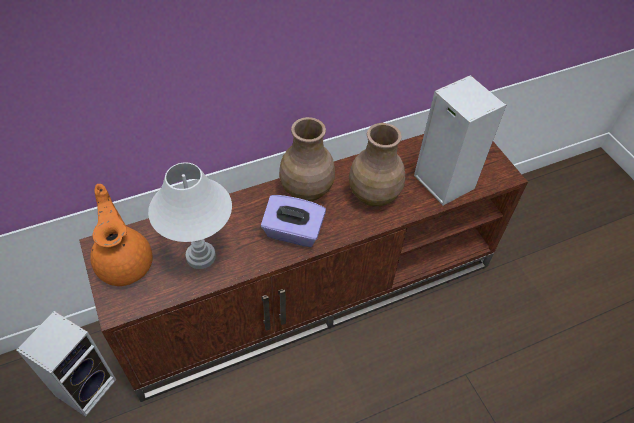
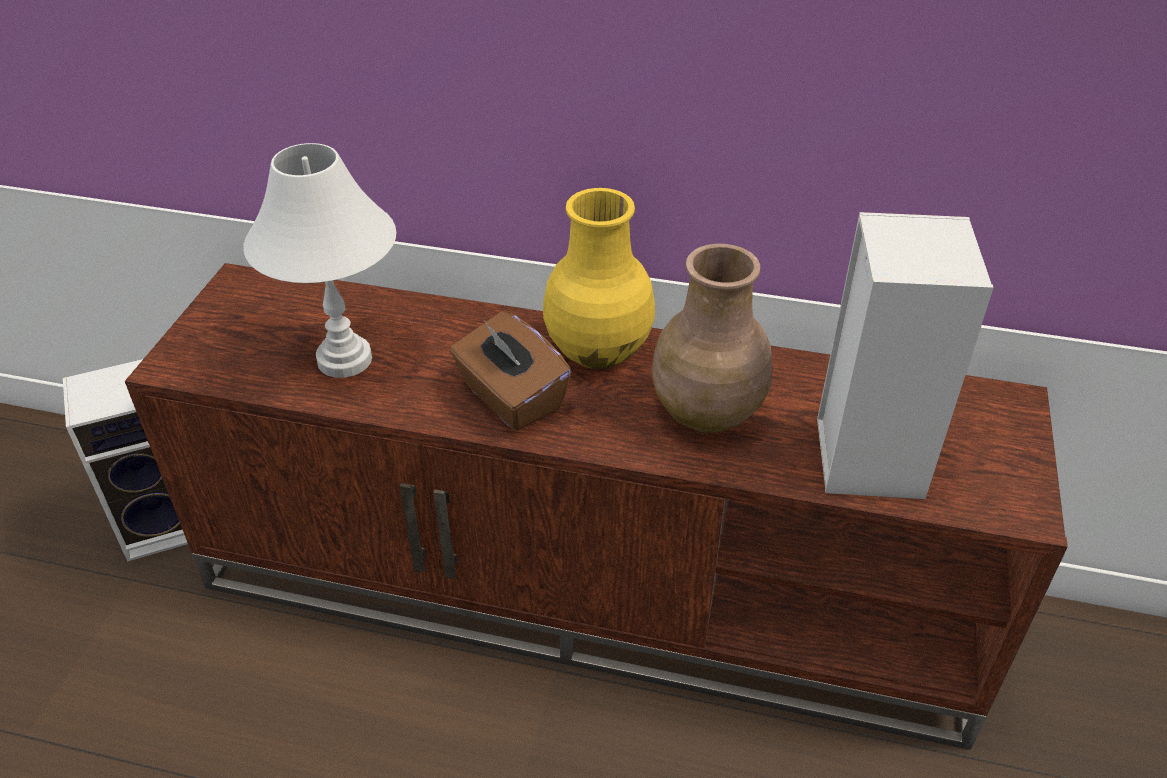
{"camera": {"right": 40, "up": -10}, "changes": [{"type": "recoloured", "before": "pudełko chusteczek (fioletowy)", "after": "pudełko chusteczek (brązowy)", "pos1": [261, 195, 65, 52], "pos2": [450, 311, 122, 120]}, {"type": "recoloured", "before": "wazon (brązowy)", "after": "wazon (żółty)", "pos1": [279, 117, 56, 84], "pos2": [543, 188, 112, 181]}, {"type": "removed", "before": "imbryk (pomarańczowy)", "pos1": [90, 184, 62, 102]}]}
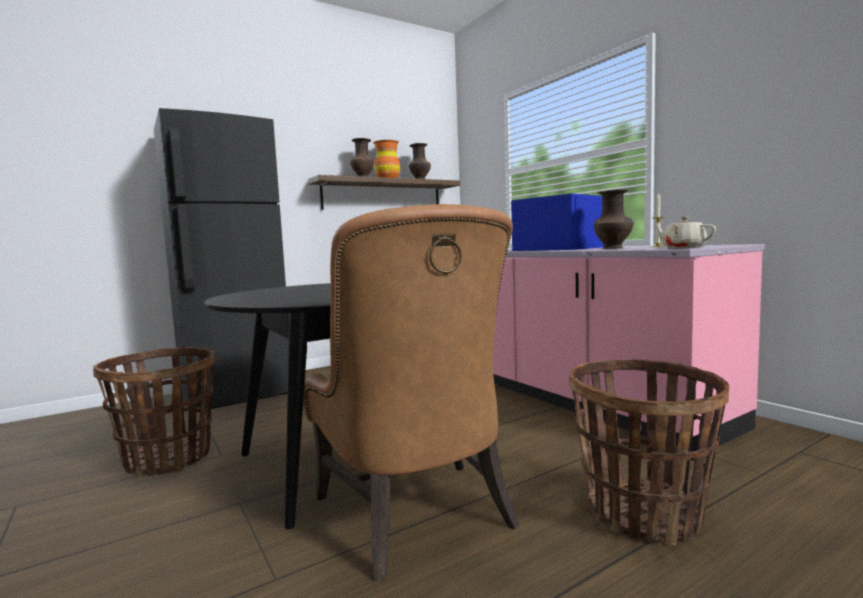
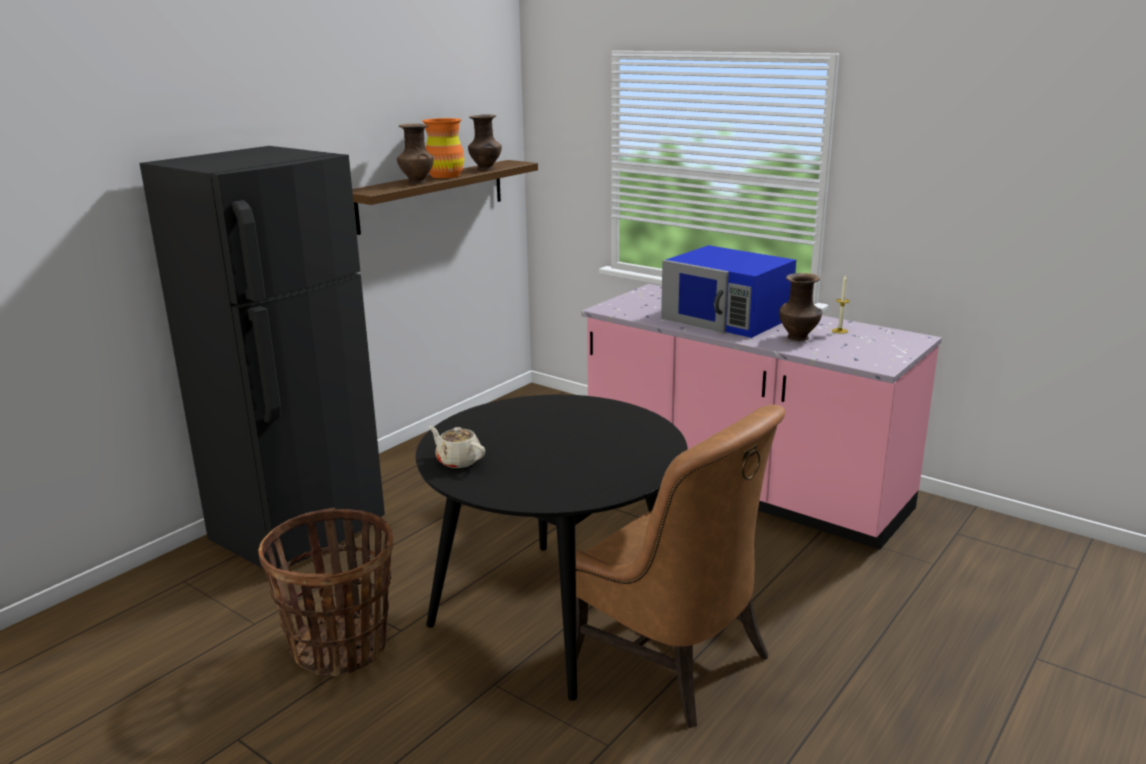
{"camera": {"right": -20, "up": 15}, "changes": [{"type": "moved", "before": "imbryk (beżowy)", "pos1": [653, 216, 63, 32], "pos2": [429, 426, 56, 42]}, {"type": "turned", "before": "mikrofalówka (niebieski)", "pos1": [511, 193, 93, 58], "pos2": [661, 245, 135, 93], "turn": -75}, {"type": "removed", "before": "koszyk", "pos1": [569, 359, 161, 186]}]}
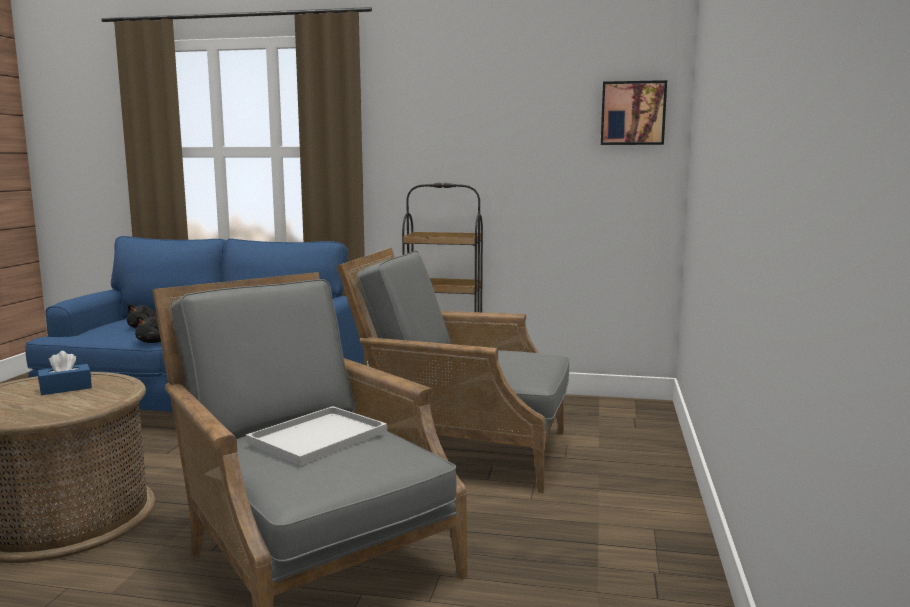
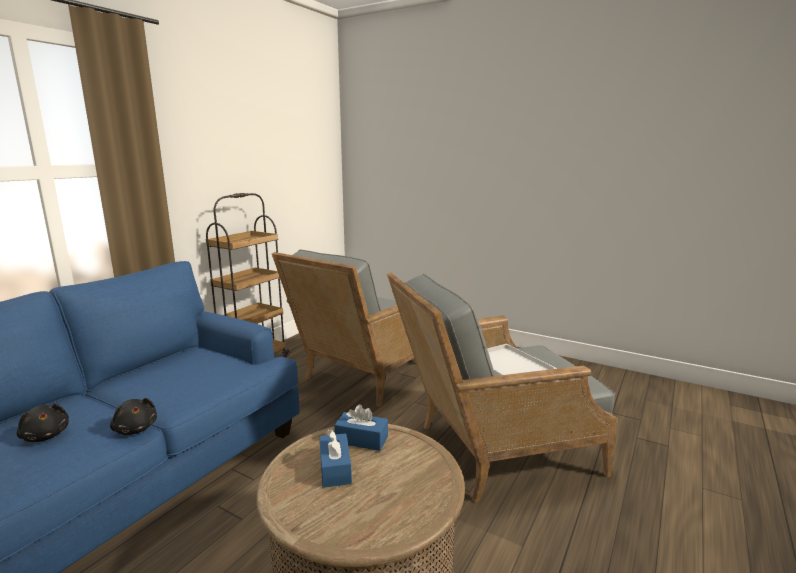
{"camera": {"right": -70, "up": 5}, "changes": [{"type": "added", "after": "pudełko chusteczek (niebieski)", "pos2": [334, 404, 54, 47]}, {"type": "removed", "before": "obraz", "pos1": [601, 80, 66, 65]}]}
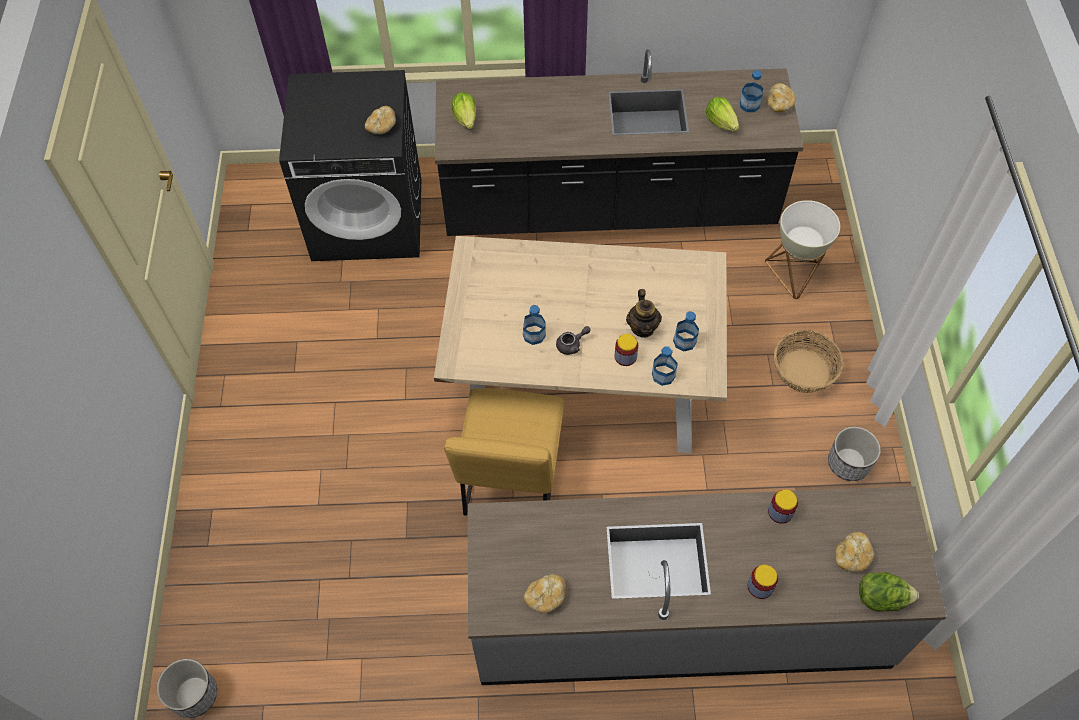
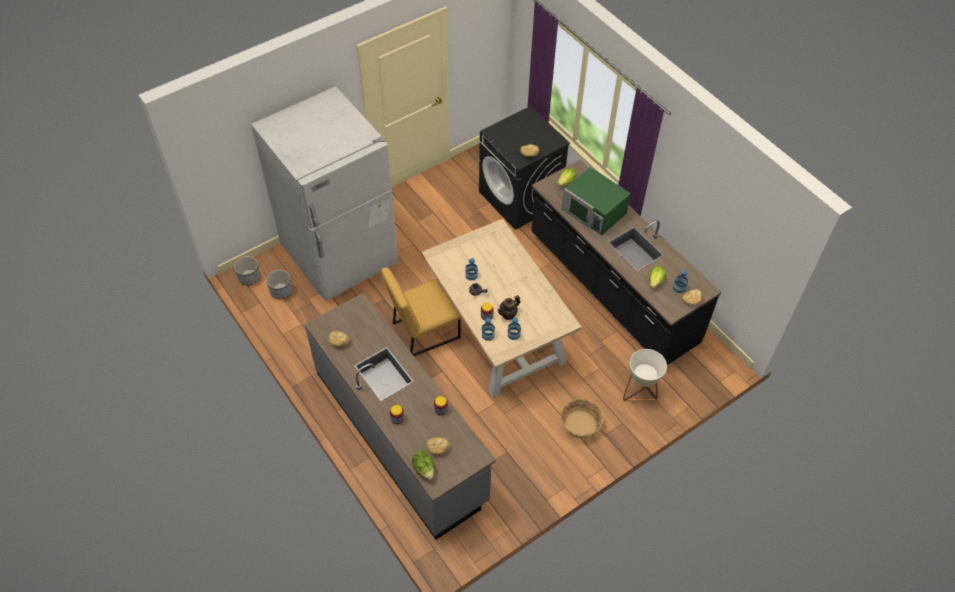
{"camera": {"right": 55, "up": -5}, "changes": [{"type": "added", "after": "lodówka (biały)", "pos2": [251, 86, 147, 215]}, {"type": "moved", "before": "donica", "pos1": [828, 427, 53, 54], "pos2": [266, 270, 27, 29]}, {"type": "added", "after": "mikrofalówka (zielony)", "pos2": [561, 167, 70, 68]}]}
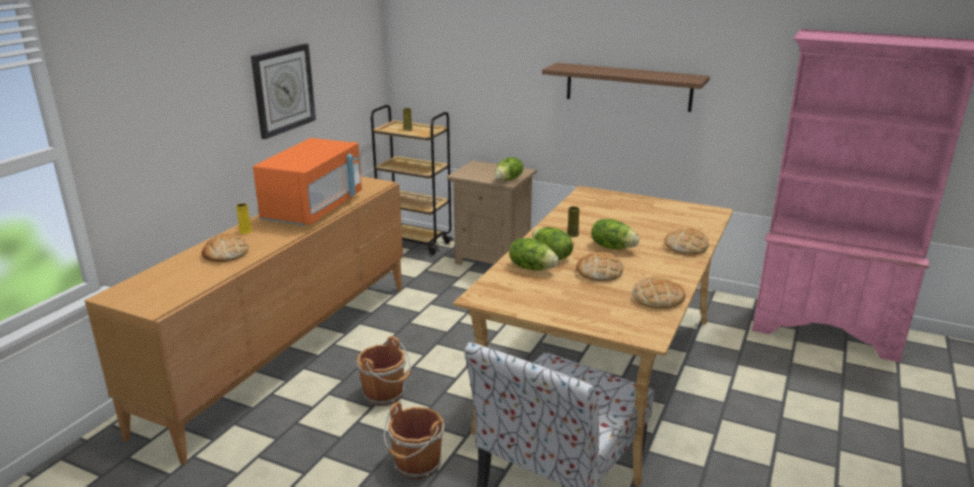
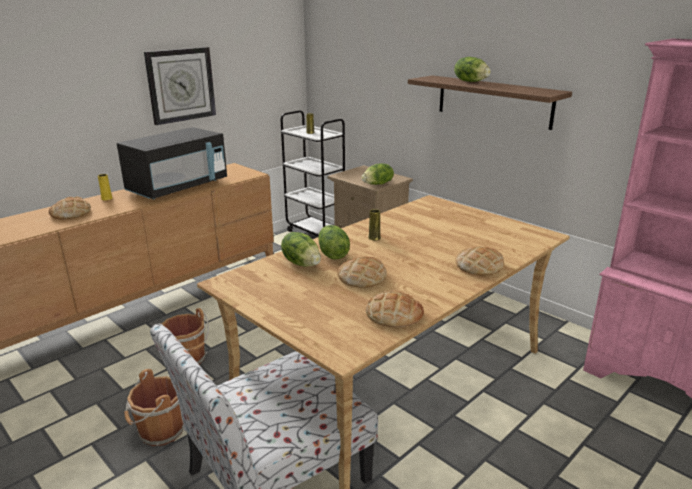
{"camera": {"right": 20, "up": 0}, "changes": [{"type": "recoloured", "before": "mikrofalówka (pomarańczowy)", "after": "mikrofalówka (czarny)", "pos1": [253, 138, 109, 88], "pos2": [117, 127, 110, 72]}, {"type": "recoloured", "before": "wózek (brązowy)", "after": "wózek (biały)", "pos1": [371, 105, 83, 150], "pos2": [281, 110, 64, 126]}, {"type": "moved", "before": "sałata", "pos1": [591, 219, 48, 31], "pos2": [454, 57, 37, 25]}]}
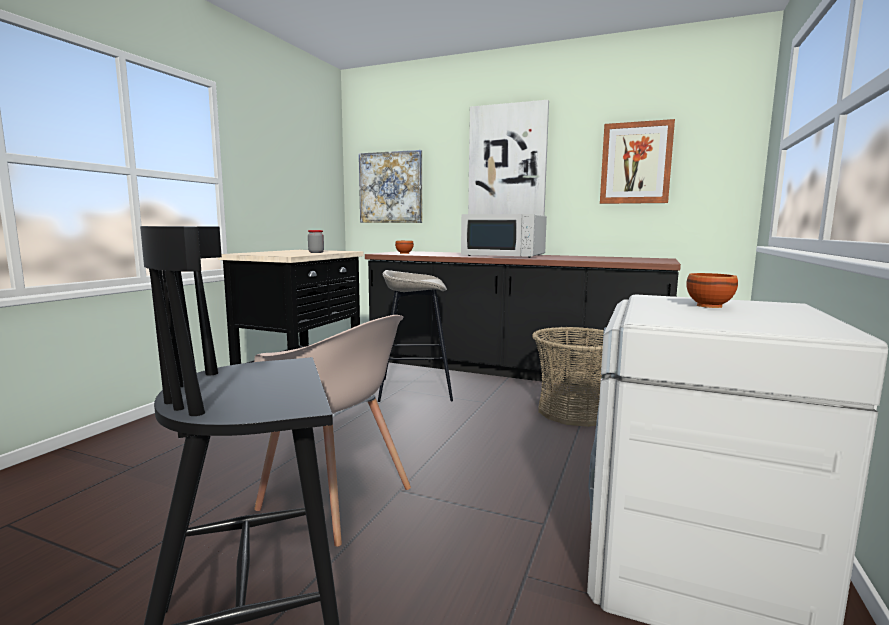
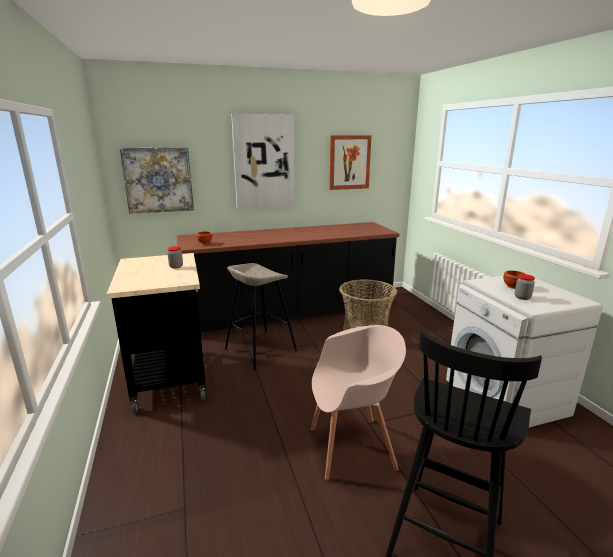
{"camera": {"right": -40, "up": 10}, "changes": [{"type": "added", "after": "słoik", "pos2": [515, 274, 20, 26]}, {"type": "removed", "before": "mikrofalówka (biały)", "pos1": [461, 214, 86, 44]}]}
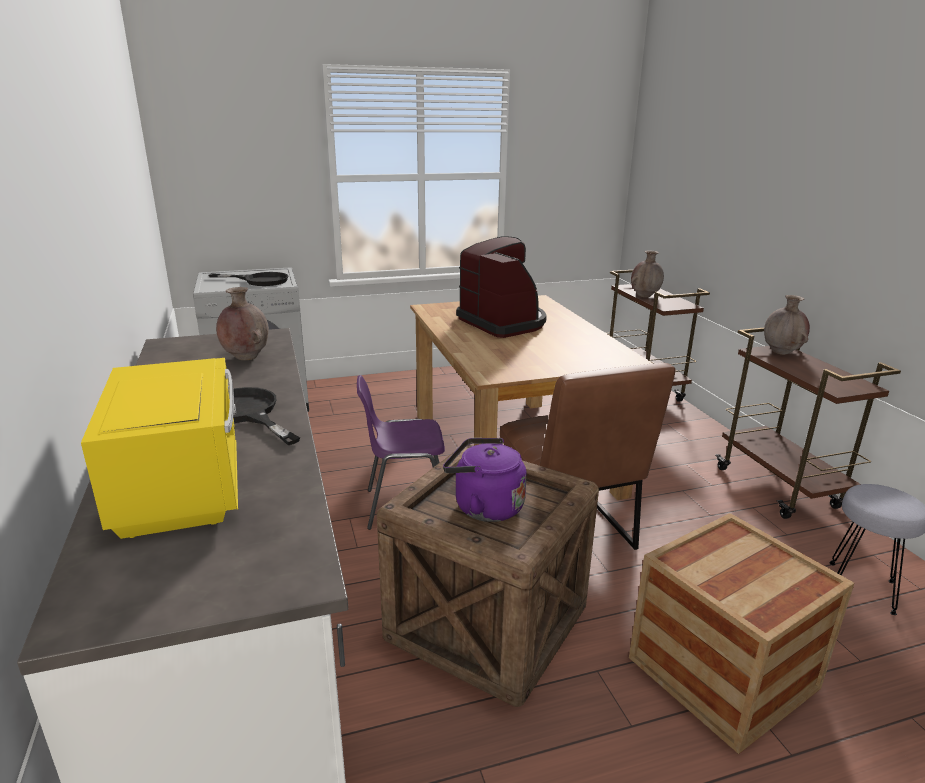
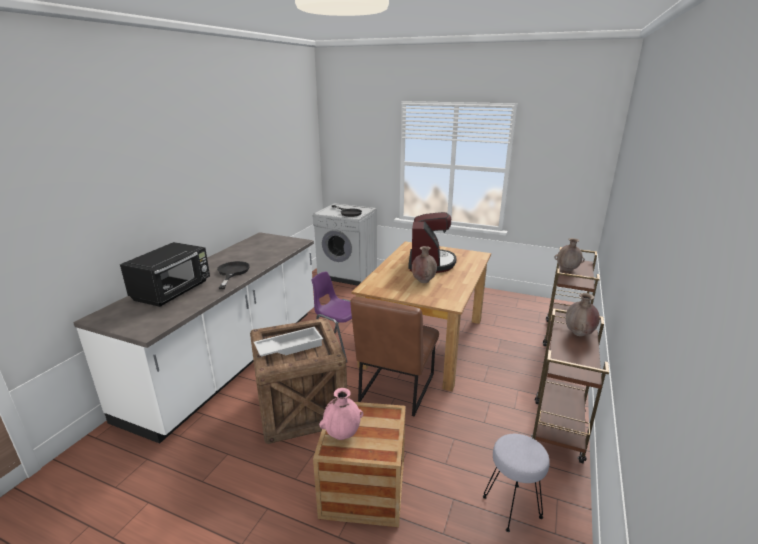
{"camera": {"right": 40, "up": 0}, "changes": [{"type": "recoloured", "before": "mikrofalówka (żółty)", "after": "mikrofalówka (czarny)", "pos1": [81, 358, 157, 181], "pos2": [120, 242, 90, 65]}, {"type": "replaced", "before": "czajnik (fioletowy)", "after": "taca (biały)", "pos1": [443, 438, 84, 84], "pos2": [254, 327, 69, 30]}, {"type": "added", "after": "wazon (różowy)", "pos2": [319, 388, 44, 52]}, {"type": "moved", "before": "wazon (brązowy)", "pos1": [216, 287, 53, 73], "pos2": [412, 246, 25, 37]}]}
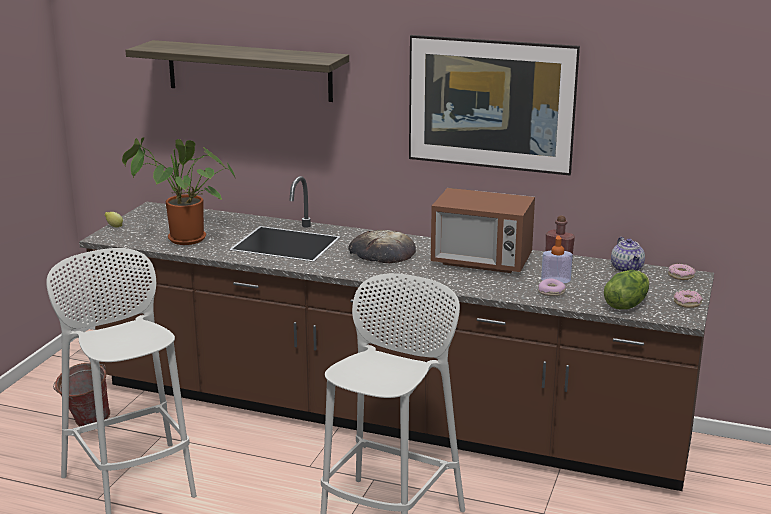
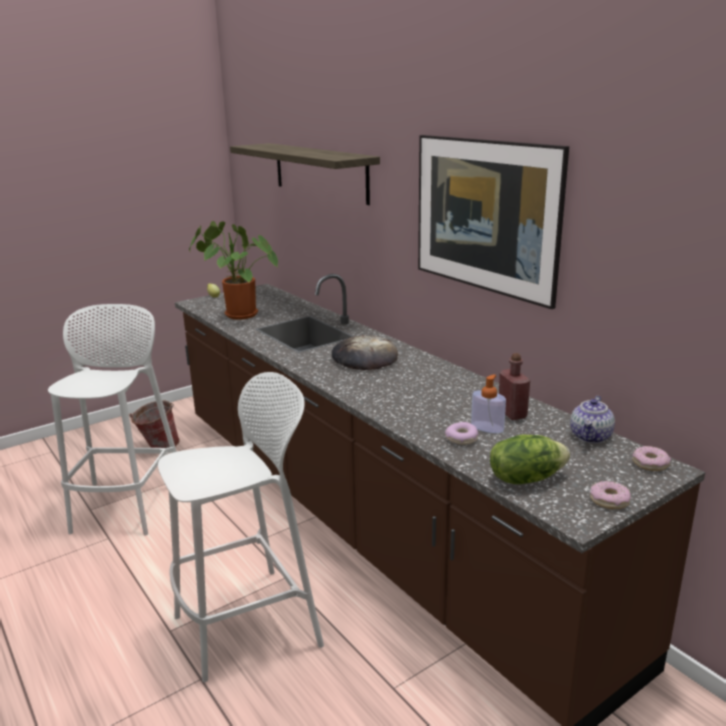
{"camera": {"right": 35, "up": 0}, "changes": [{"type": "removed", "before": "mikrofalówka", "pos1": [431, 188, 104, 85]}]}
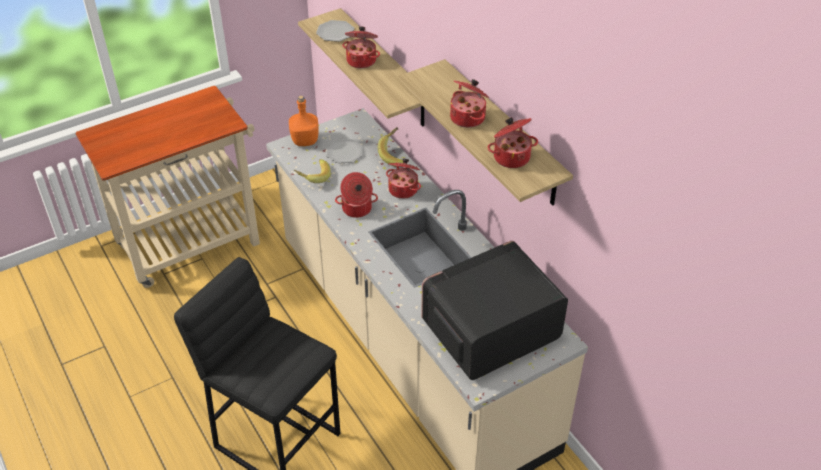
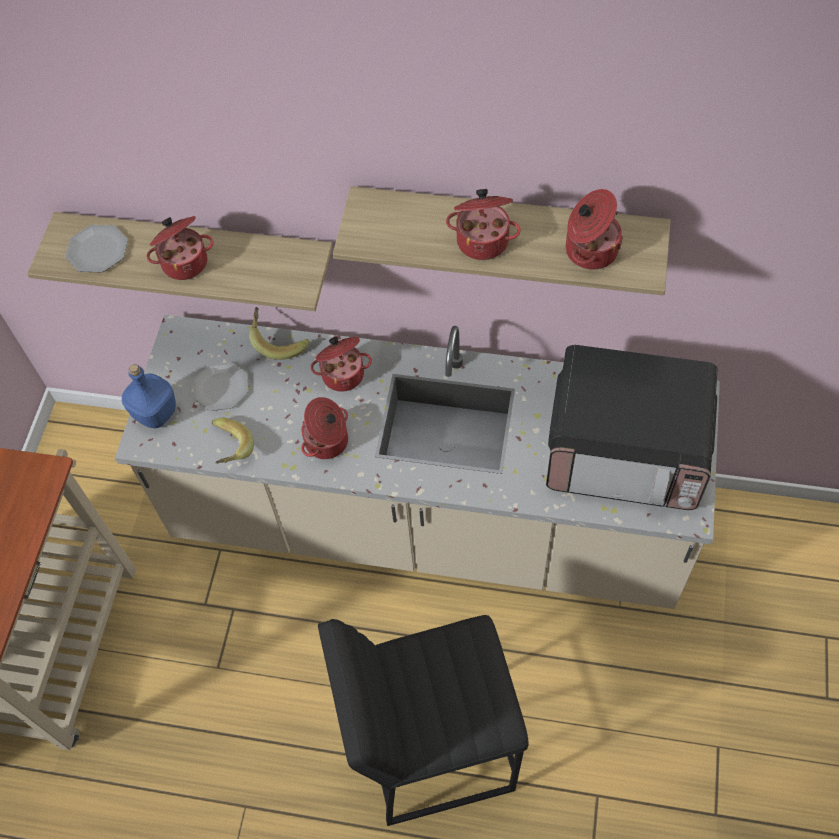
{"camera": {"right": -45, "up": 15}, "changes": [{"type": "recoloured", "before": "butelka (pomarańczowy)", "after": "butelka (niebieski)", "pos1": [289, 96, 30, 50], "pos2": [122, 364, 54, 64]}, {"type": "turned", "before": "mikrofalówka", "pos1": [421, 241, 147, 139], "pos2": [546, 345, 172, 165], "turn": -90}]}
